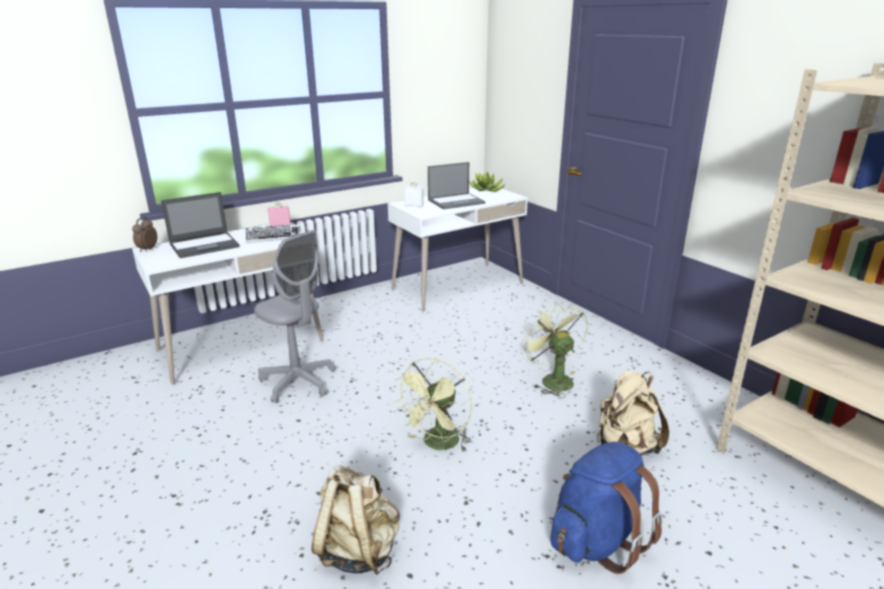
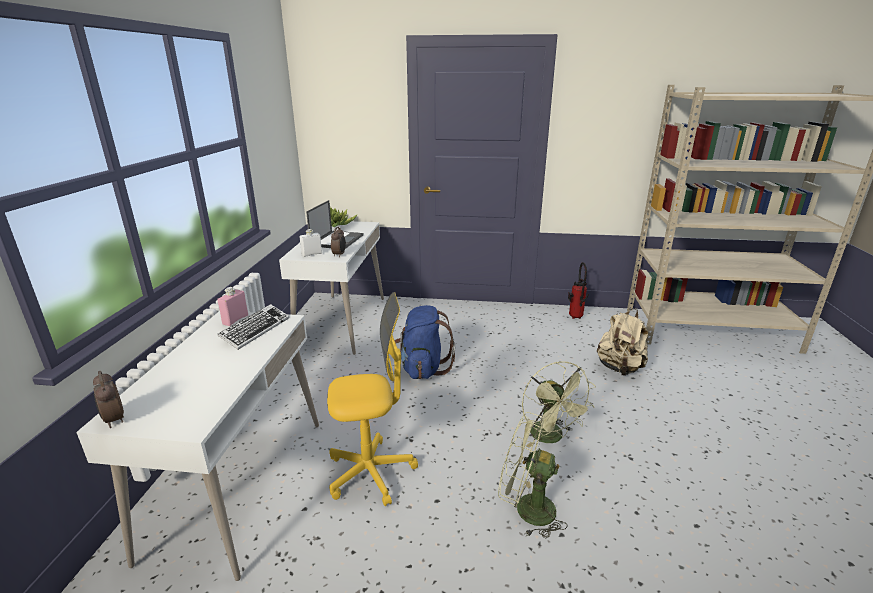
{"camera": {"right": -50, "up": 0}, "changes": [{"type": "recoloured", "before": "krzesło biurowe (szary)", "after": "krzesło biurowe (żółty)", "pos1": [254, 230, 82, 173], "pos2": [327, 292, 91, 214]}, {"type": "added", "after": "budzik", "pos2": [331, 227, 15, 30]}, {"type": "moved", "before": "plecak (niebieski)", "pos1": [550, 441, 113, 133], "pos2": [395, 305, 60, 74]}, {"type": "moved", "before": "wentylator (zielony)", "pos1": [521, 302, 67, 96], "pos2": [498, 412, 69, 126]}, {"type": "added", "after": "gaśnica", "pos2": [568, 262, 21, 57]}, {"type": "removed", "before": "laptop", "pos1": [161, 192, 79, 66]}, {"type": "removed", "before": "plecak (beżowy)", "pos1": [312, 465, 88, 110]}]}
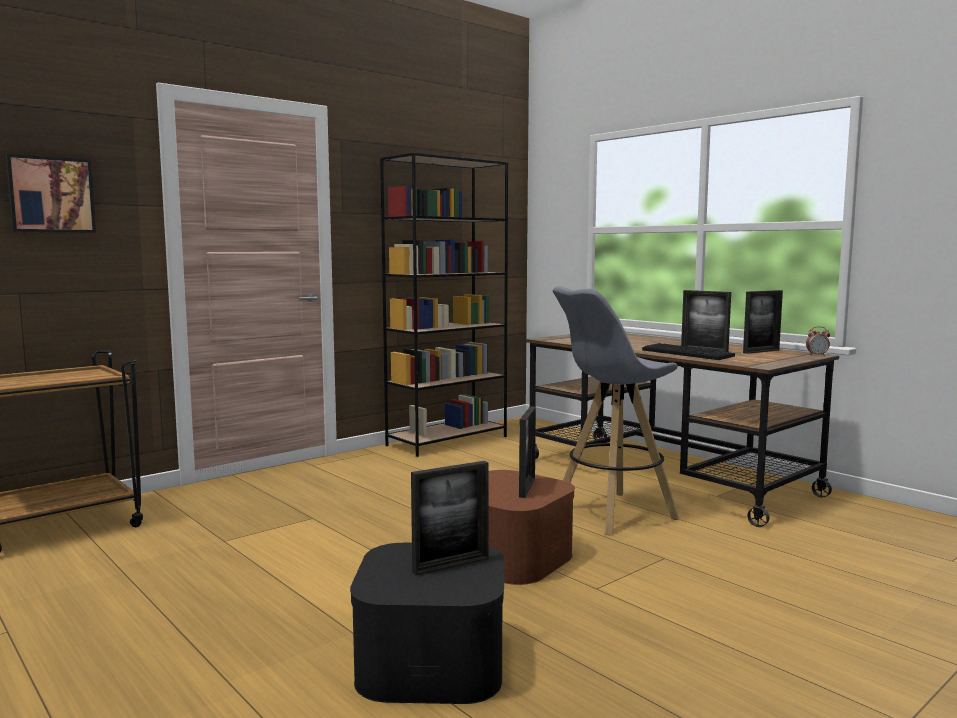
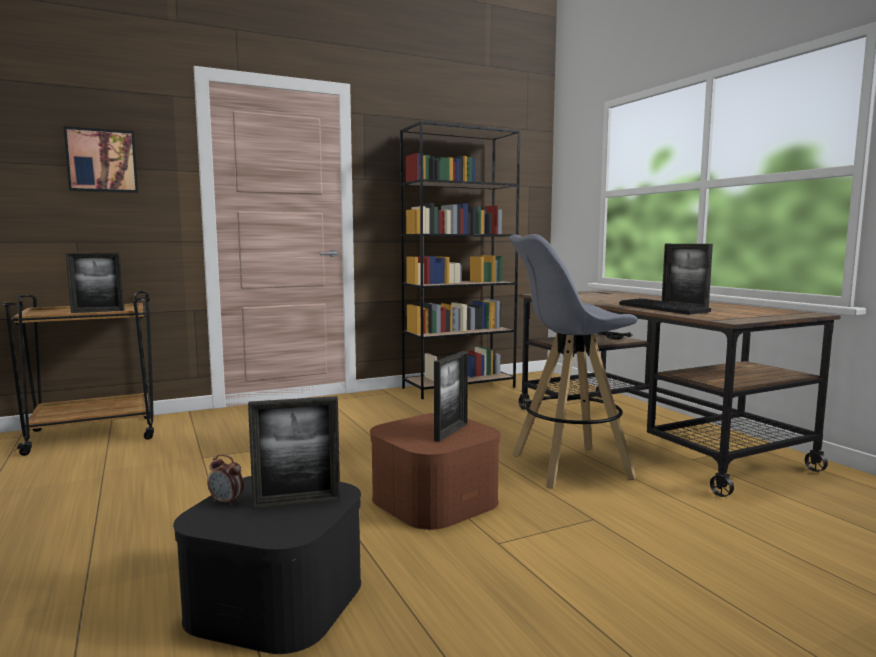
{"camera": {"right": 15, "up": 0}, "changes": [{"type": "moved", "before": "ramka na zdjęcie", "pos1": [743, 290, 40, 64], "pos2": [66, 253, 59, 60]}, {"type": "moved", "before": "budzik", "pos1": [806, 326, 24, 30], "pos2": [207, 454, 37, 52]}]}
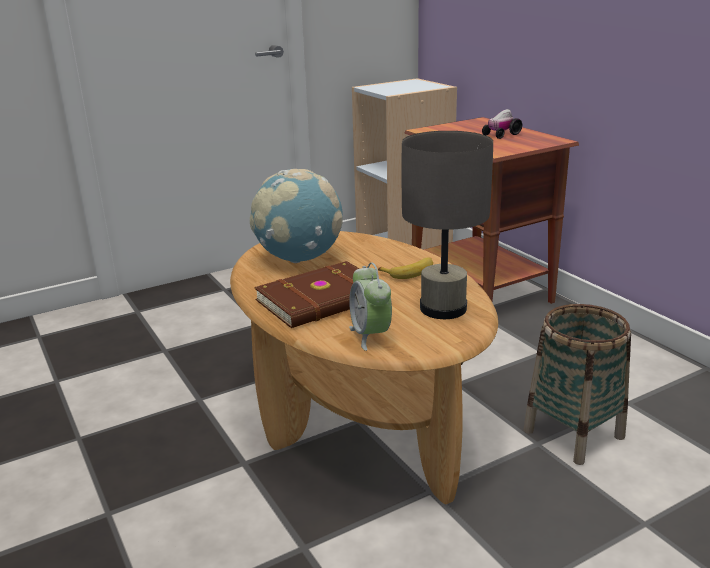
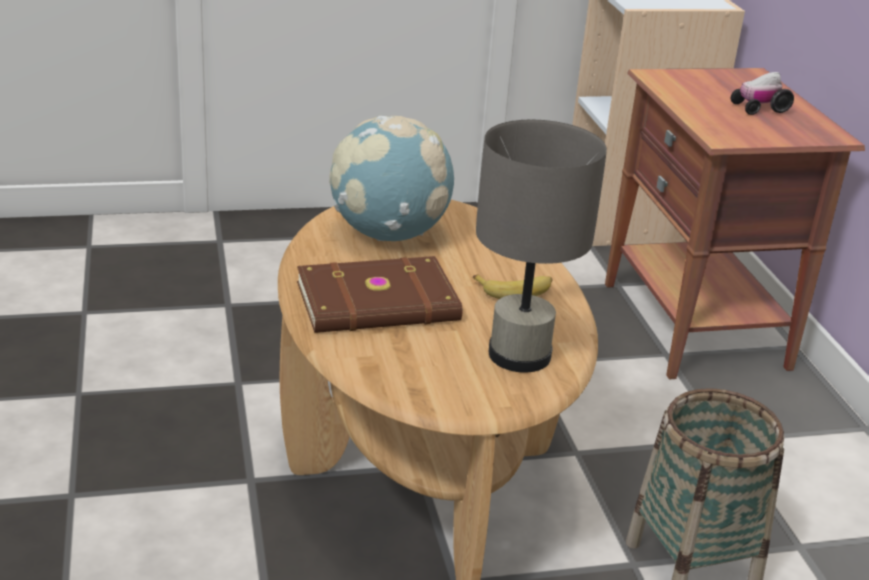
{"camera": {"right": 15, "up": 5}, "changes": [{"type": "removed", "before": "budzik", "pos1": [349, 263, 43, 88]}]}
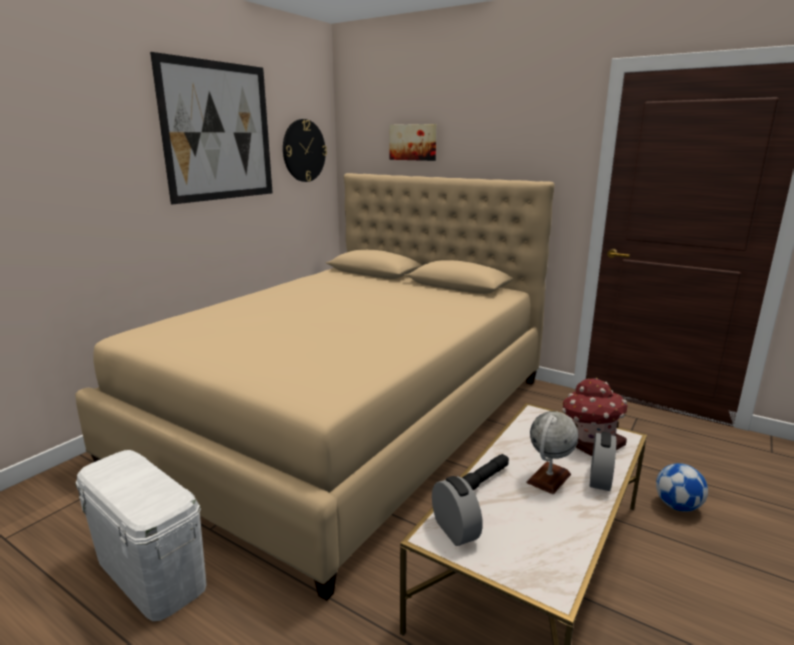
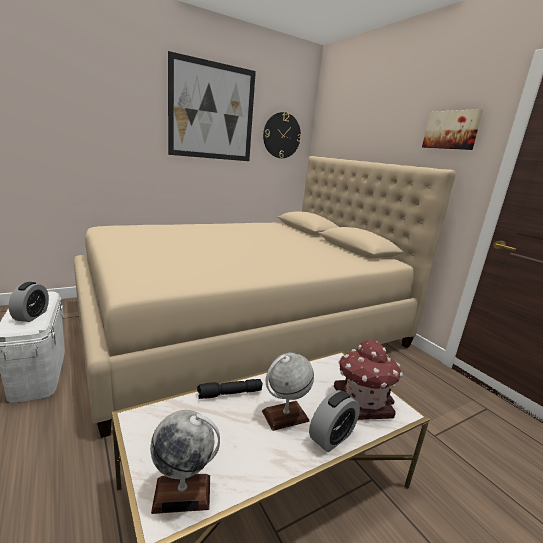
{"camera": {"right": 25, "up": 0}, "changes": [{"type": "moved", "before": "budzik", "pos1": [432, 476, 51, 70], "pos2": [9, 282, 40, 40]}, {"type": "added", "after": "globus", "pos2": [150, 410, 70, 104]}, {"type": "moved", "before": "obraz", "pos1": [389, 124, 47, 37], "pos2": [422, 109, 61, 41]}, {"type": "removed", "before": "piłka futbolowa", "pos1": [656, 463, 52, 49]}]}
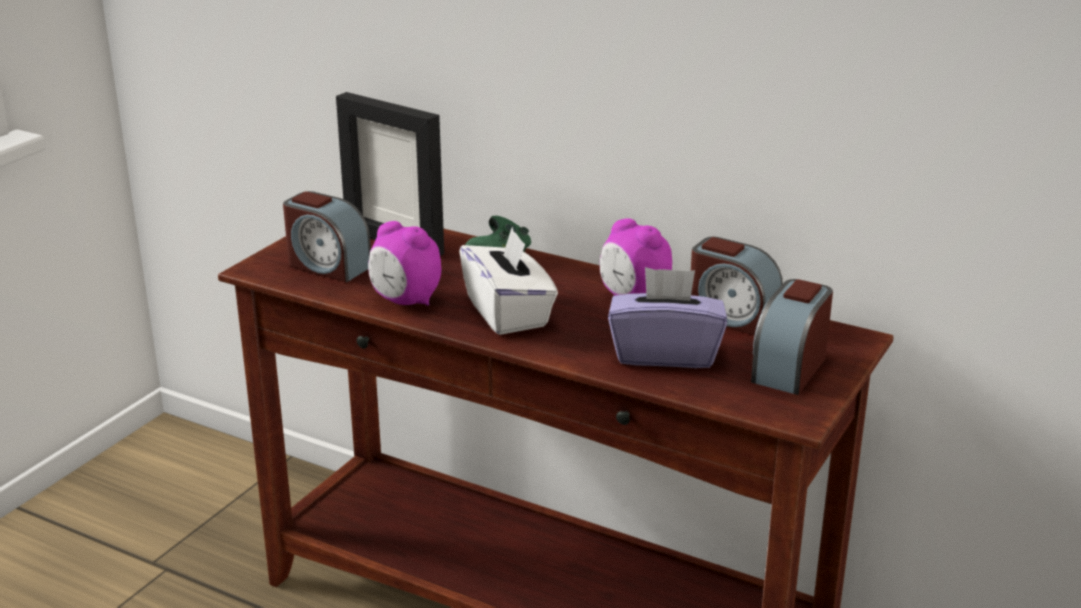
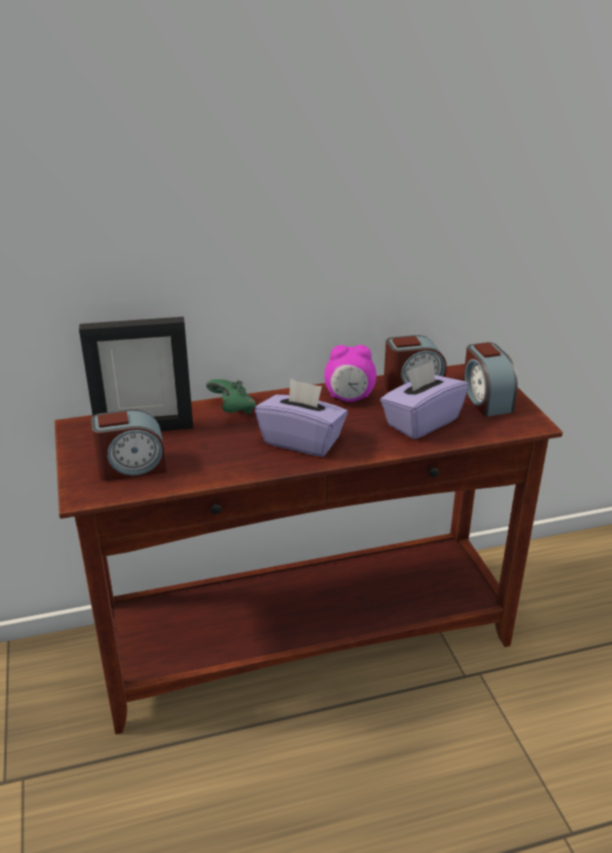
{"camera": {"right": -45, "up": 5}, "changes": [{"type": "recoloured", "before": "pudełko chusteczek (biały)", "after": "pudełko chusteczek (fioletowy)", "pos1": [459, 227, 99, 108], "pos2": [255, 379, 93, 78]}, {"type": "removed", "before": "budzik", "pos1": [368, 221, 73, 85]}]}
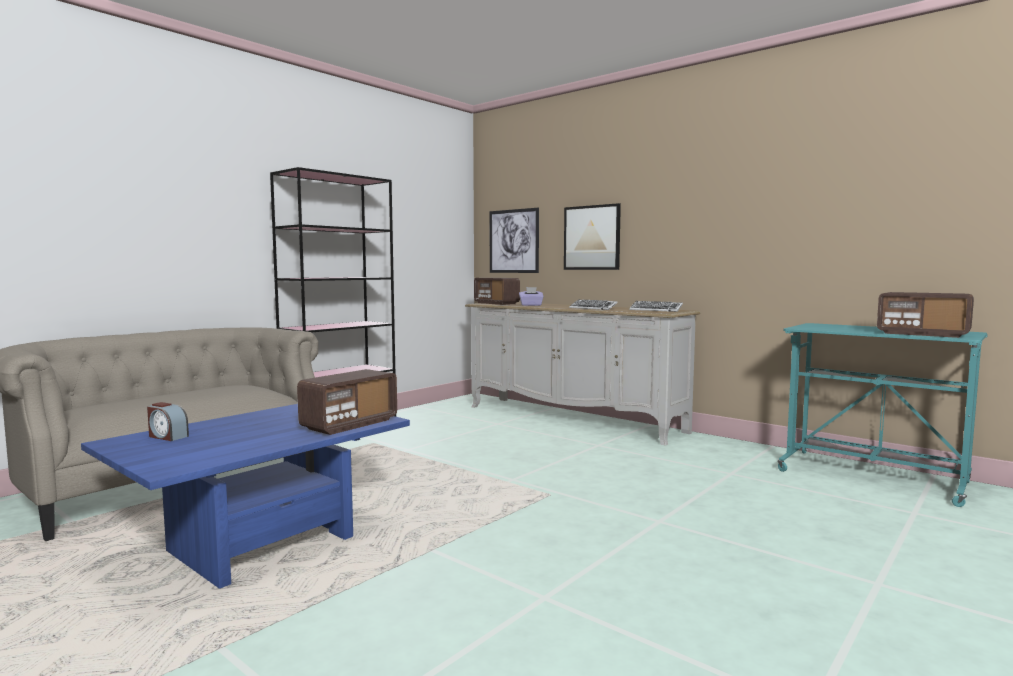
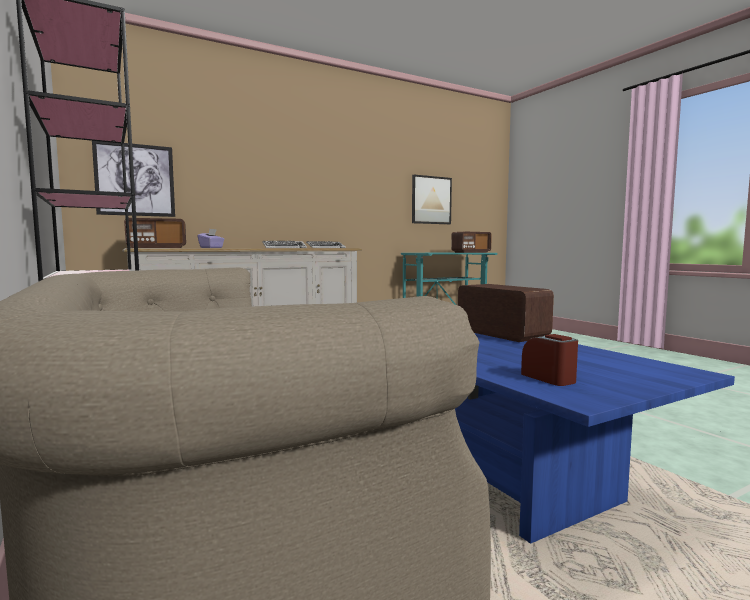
{"camera": {"right": -70, "up": 0}, "changes": [{"type": "moved", "before": "obraz", "pos1": [564, 203, 57, 67], "pos2": [412, 175, 40, 49]}, {"type": "turned", "before": "budzik", "pos1": [147, 402, 42, 39], "pos2": [521, 334, 57, 52], "turn": -75}]}
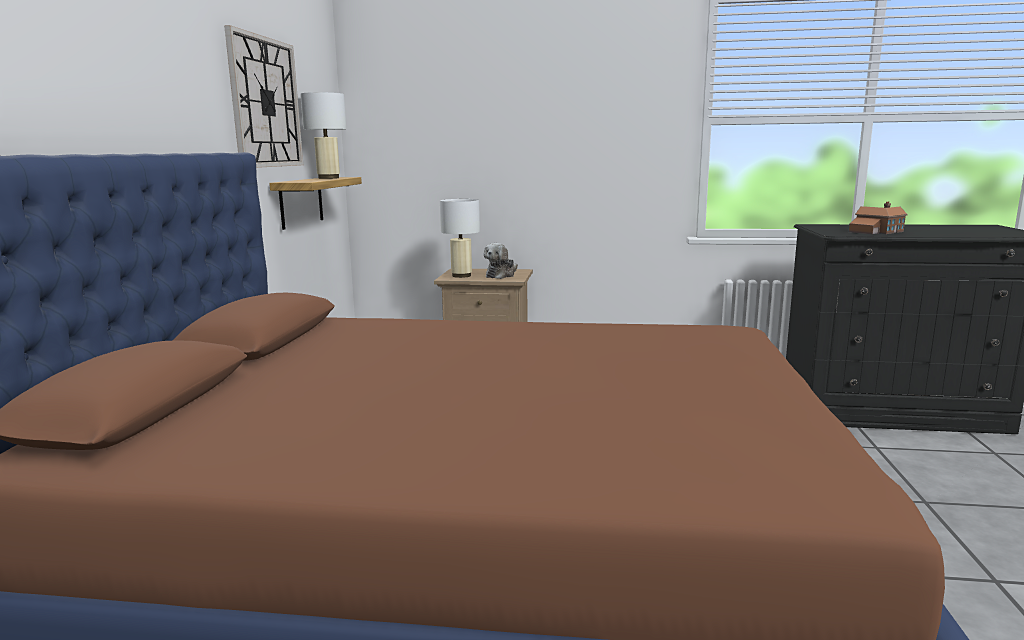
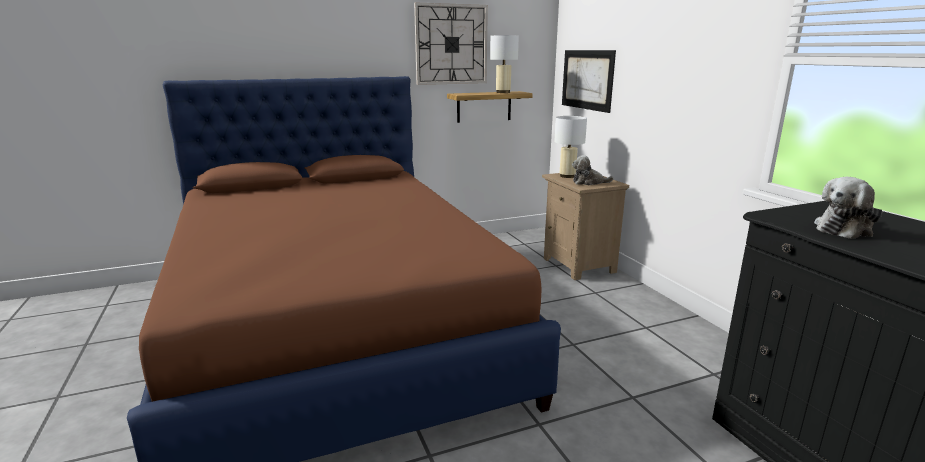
{"camera": {"right": 60, "up": 5}, "changes": [{"type": "added", "after": "obraz", "pos2": [562, 50, 54, 63]}, {"type": "replaced", "before": "domek", "after": "pluszak", "pos1": [848, 202, 60, 32], "pos2": [814, 177, 69, 62]}]}
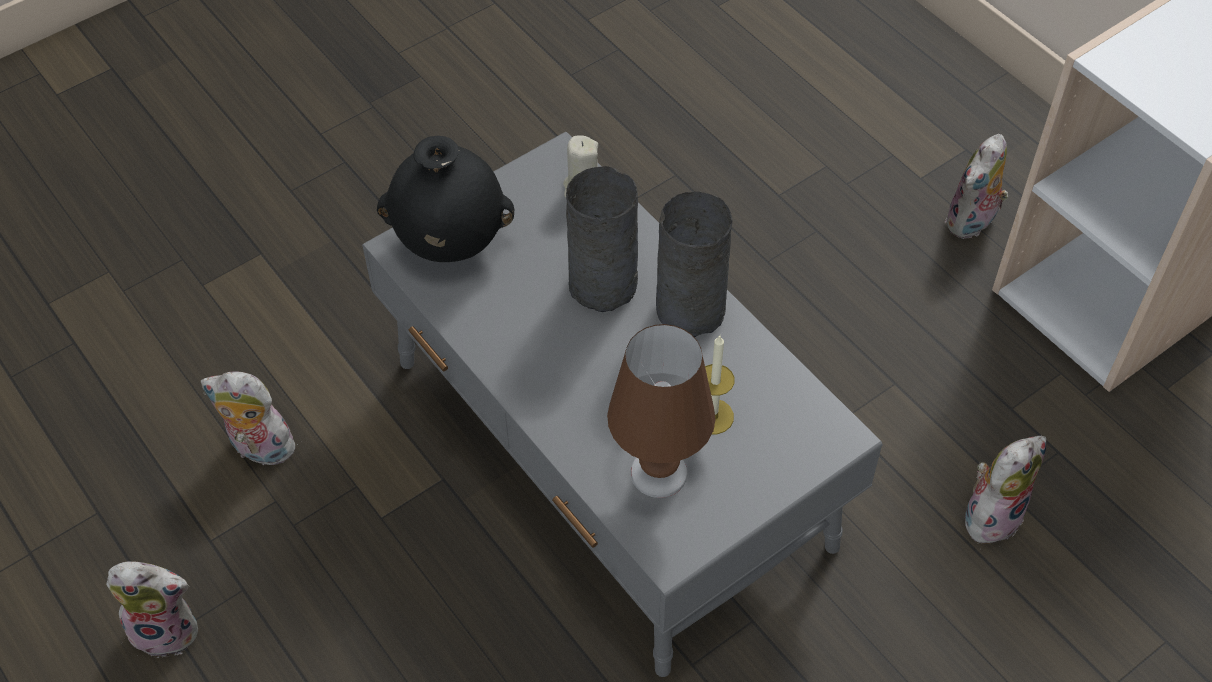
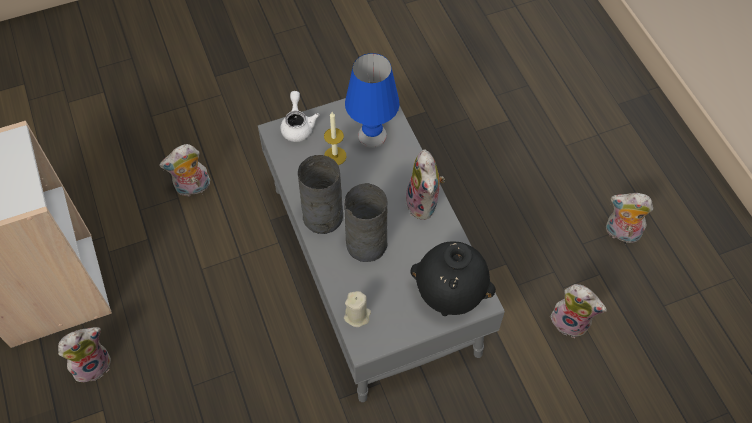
{"camera": {"right": -165, "up": 5}, "changes": [{"type": "added", "after": "imbryk (biały)", "pos2": [281, 91, 38, 51]}, {"type": "recoloured", "before": "lampa stołowa (brązowy)", "after": "lampa stołowa (niebieski)", "pos1": [607, 324, 109, 174], "pos2": [345, 53, 55, 95]}, {"type": "added", "after": "pluszak", "pos2": [406, 149, 39, 71]}]}
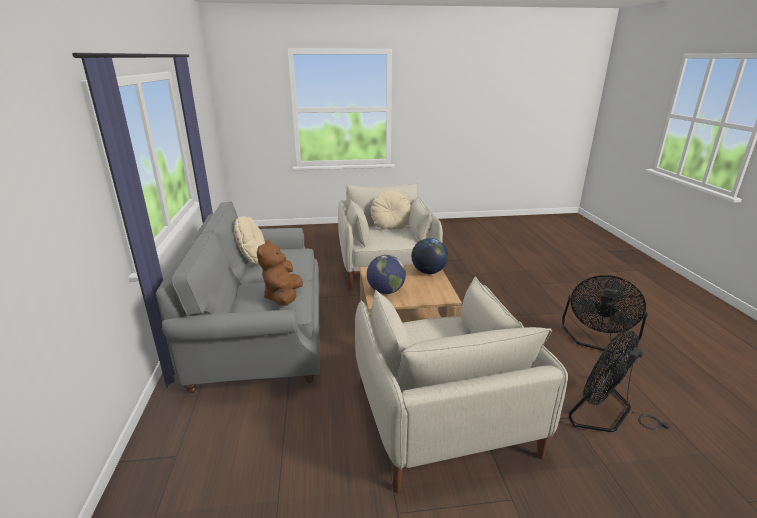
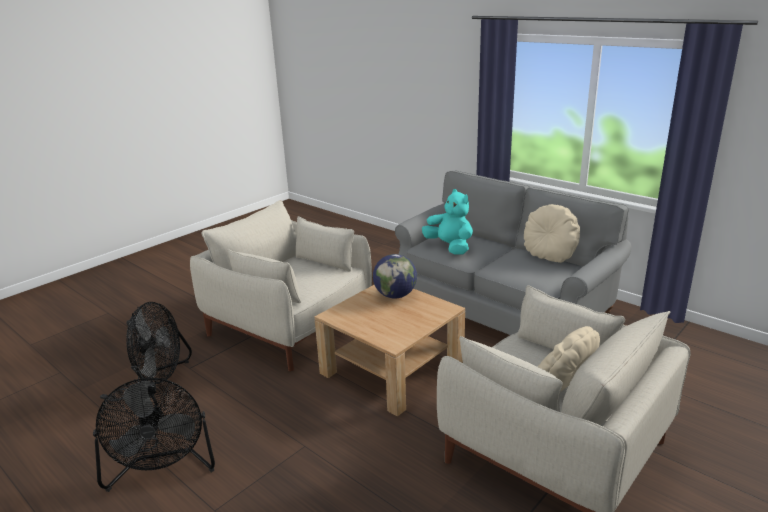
{"camera": {"right": 140, "up": 0}, "changes": [{"type": "recoloured", "before": "pluszak (brązowy)", "after": "pluszak (turkusowy)", "pos1": [257, 240, 46, 66], "pos2": [422, 189, 51, 65]}, {"type": "removed", "before": "globus", "pos1": [411, 238, 37, 36]}]}
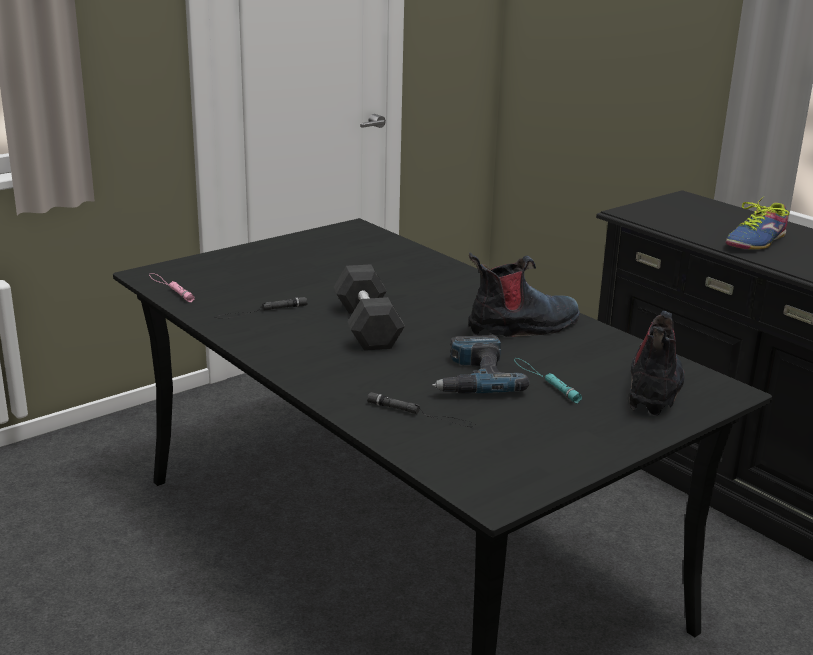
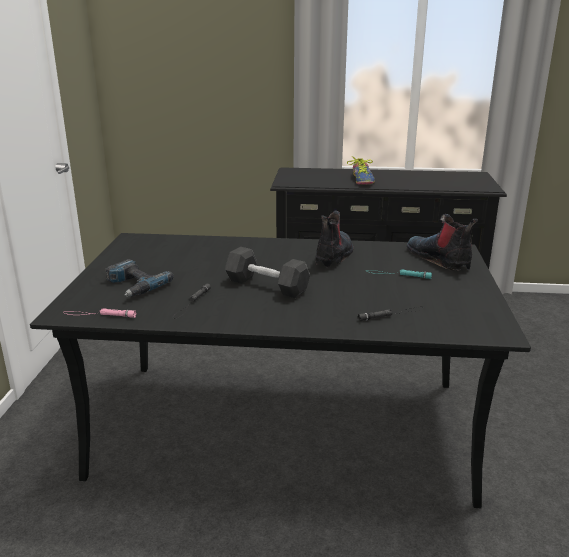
{"camera": {"right": -45, "up": 0}, "changes": [{"type": "moved", "before": "wiertarka", "pos1": [432, 335, 97, 59], "pos2": [105, 259, 69, 38]}]}
